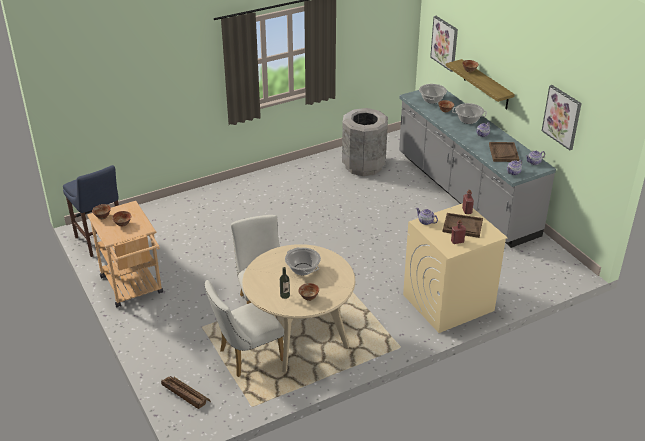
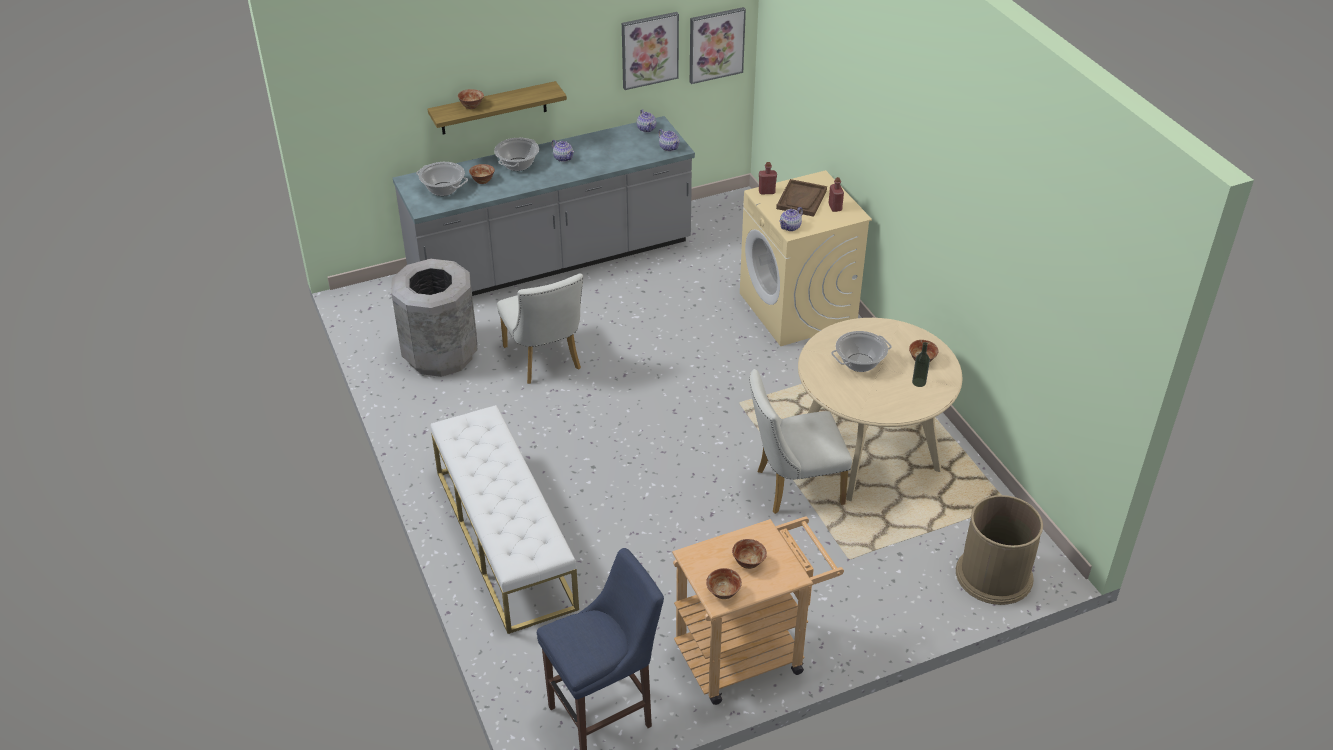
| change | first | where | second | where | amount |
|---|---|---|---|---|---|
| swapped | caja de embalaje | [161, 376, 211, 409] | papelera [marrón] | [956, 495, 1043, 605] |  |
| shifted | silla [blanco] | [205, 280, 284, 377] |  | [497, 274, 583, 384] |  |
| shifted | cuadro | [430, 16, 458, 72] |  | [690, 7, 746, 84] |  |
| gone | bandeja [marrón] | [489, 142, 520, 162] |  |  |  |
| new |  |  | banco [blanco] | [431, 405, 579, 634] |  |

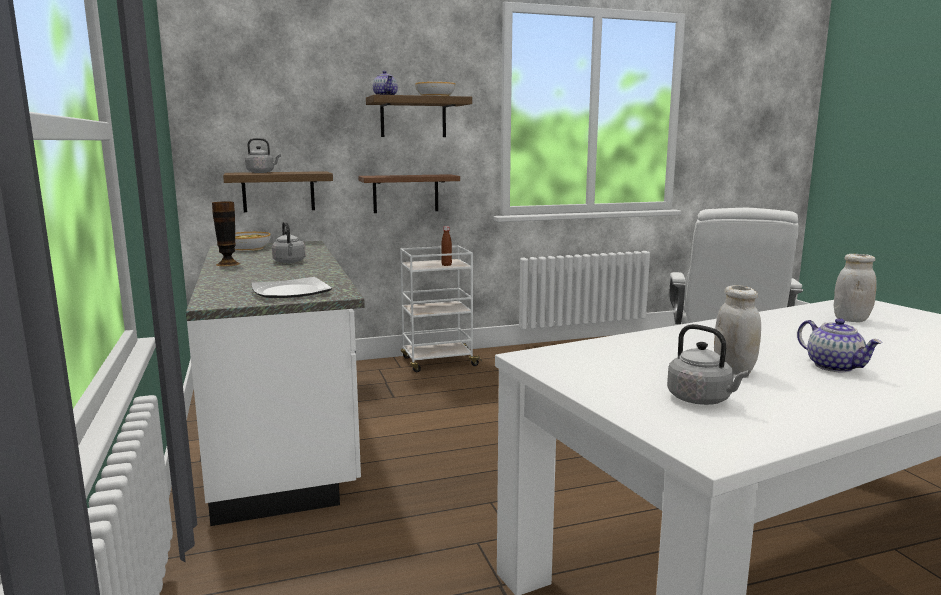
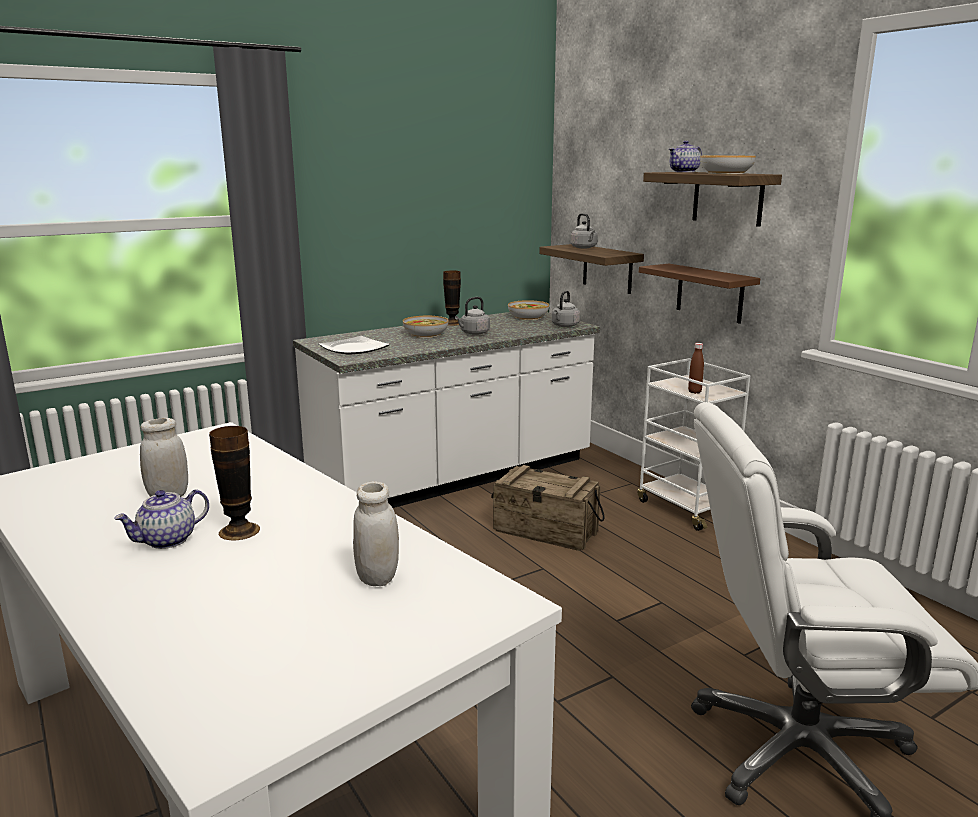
| change | first | where | second | where | amount |
|---|---|---|---|---|---|
| shifted | hervidor [gris] | [667, 324, 750, 405] |  | [552, 291, 580, 327] |  |
| new |  |  | florero | [209, 426, 260, 540] |  |
| new |  |  | cuenco | [403, 316, 448, 338] |  |
| new |  |  | caja de embalaje | [491, 465, 605, 551] |  |

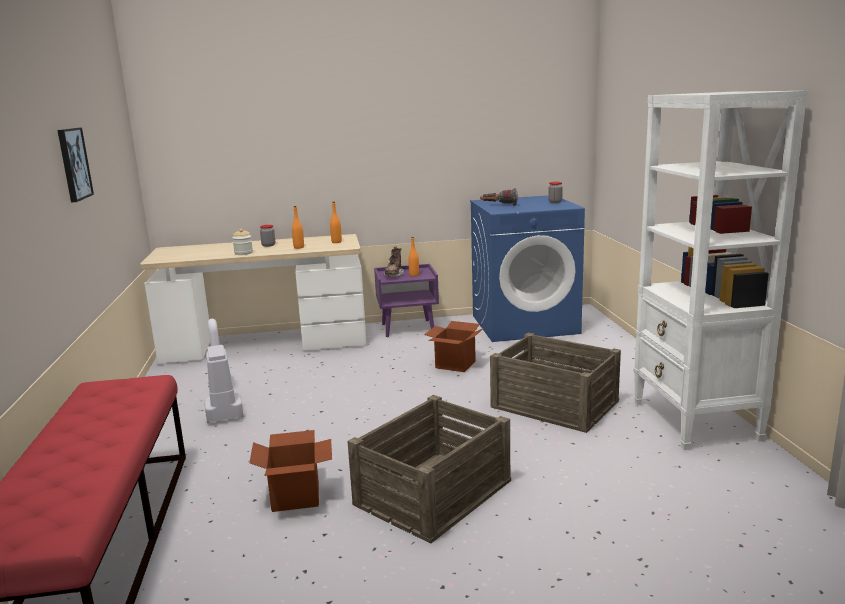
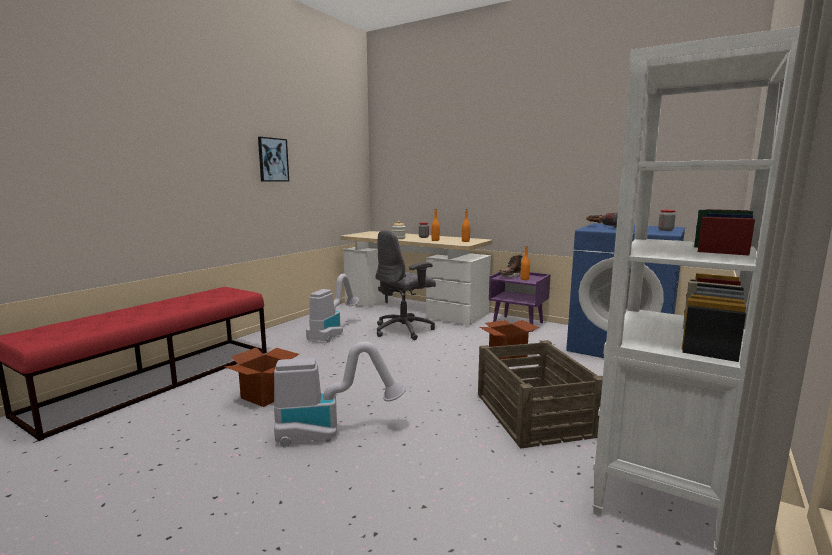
| change | first | where | second | where | amount |
|---|---|---|---|---|---|
| swapped | caja de embalaje | [348, 395, 511, 544] | aspiradora | [274, 342, 406, 448] |  |
| new |  |  | silla de oficina [gris] | [376, 230, 436, 340] |  |

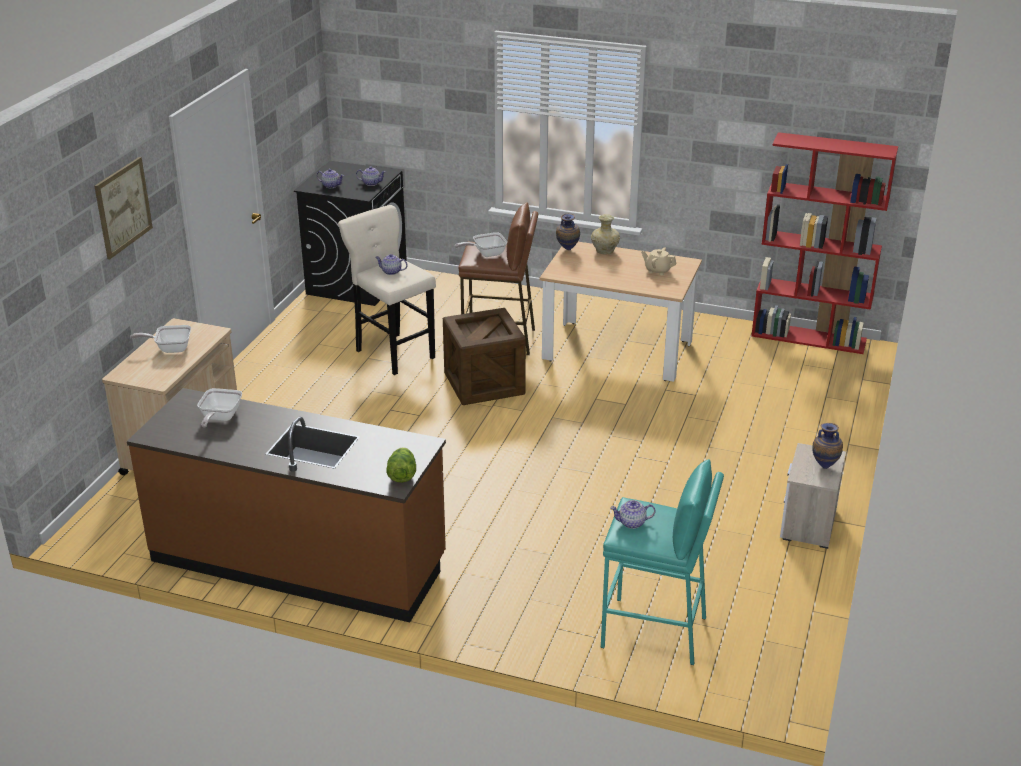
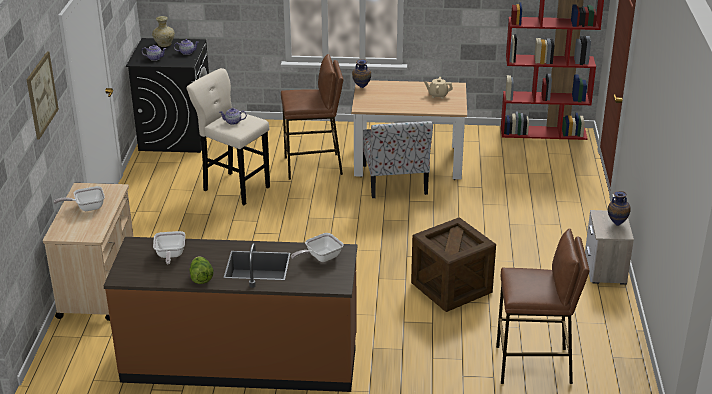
| change | first | where | second | where | amount |
|---|---|---|---|---|---|
| shifted | lechuga | [386, 447, 416, 483] |  | [190, 256, 213, 284] |  |
| shifted | caja de embalaje | [443, 308, 526, 405] |  | [411, 217, 496, 312] |  |
| shifted | sartén | [455, 232, 507, 257] |  | [291, 233, 343, 262] |  |
| shifted | florero [beis] | [591, 214, 620, 255] |  | [152, 16, 175, 47] |  |
| repainted | taburete [turquesa] | [601, 459, 724, 665] | taburete [marrón] | [496, 228, 590, 384] |  |
| gone | tetera | [610, 500, 656, 529] |  |  |  |
| new |  |  | silla | [363, 121, 433, 198] |  |

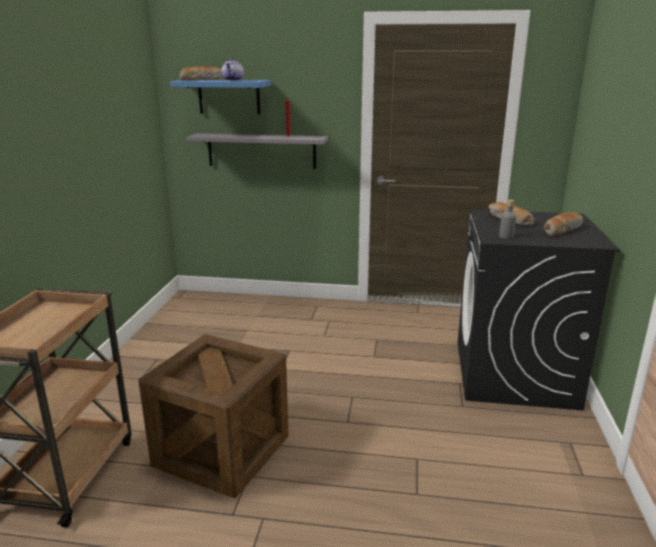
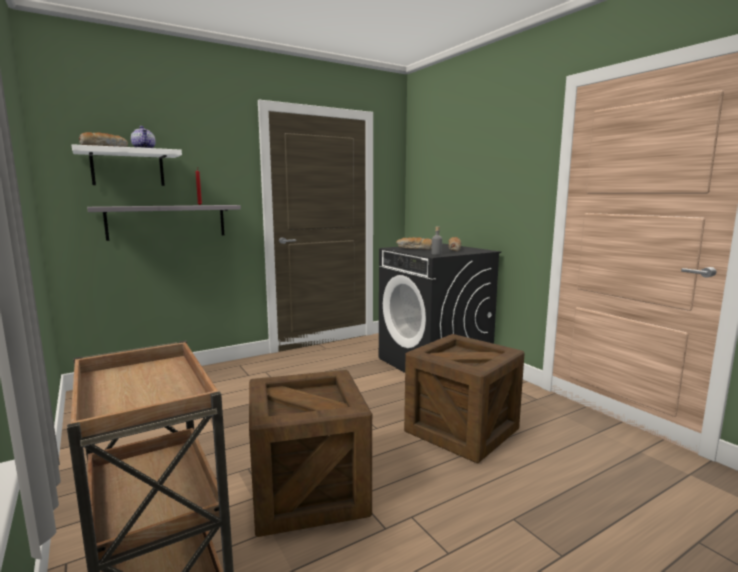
| change | first | where | second | where | amount |
|---|---|---|---|---|---|
| repainted | estante [azul] | [170, 80, 271, 115] | estante [blanco] | [72, 144, 182, 186] |  |
| new |  |  | caja de embalaje | [404, 334, 525, 464] |  |

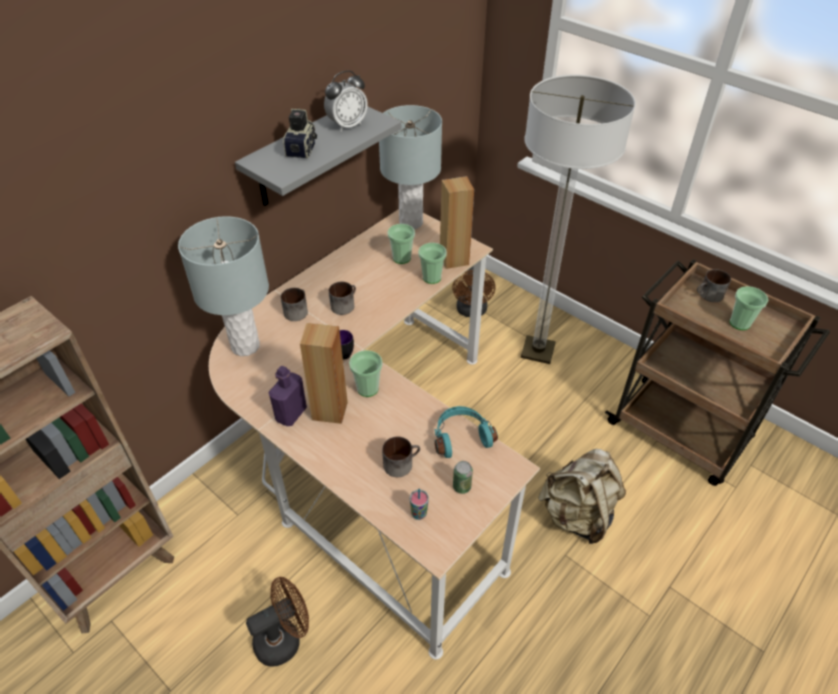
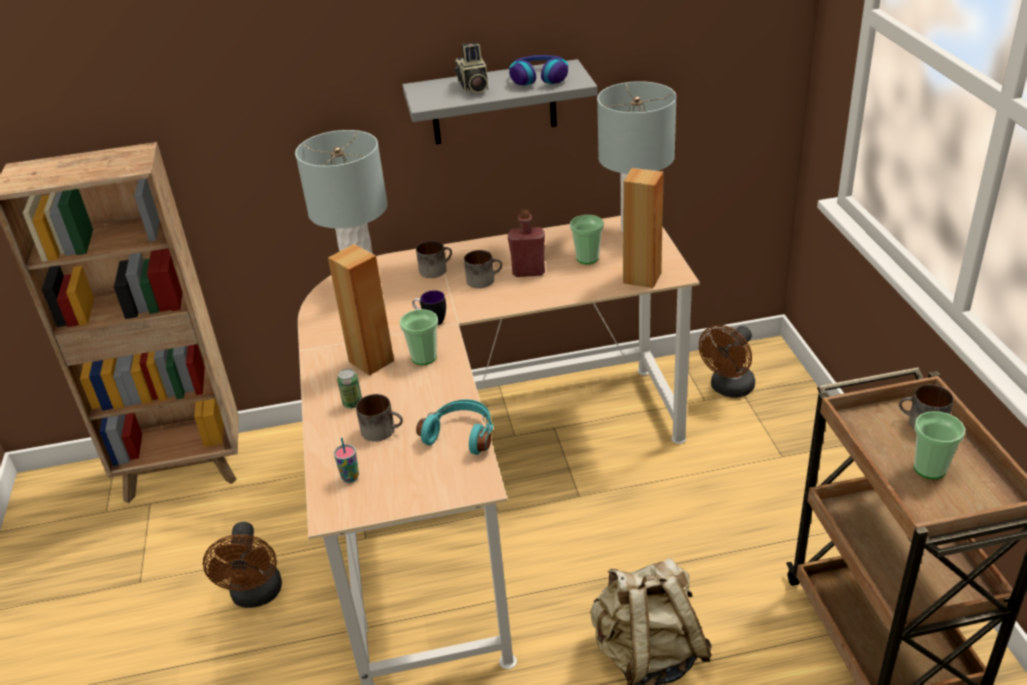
| change | first | where | second | where | amount |
|---|---|---|---|---|---|
| rotated | ventilador [marrón] | [246, 577, 309, 667] |  | [203, 522, 282, 608] | 75 degrees clockwise |
| gone | botella [morado] | [269, 366, 307, 426] |  |  |  |
| rotated | cámara | [283, 109, 317, 158] |  | [455, 42, 488, 93] | 120 degrees clockwise |
| swapped | despertador | [324, 70, 368, 132] | auriculares | [509, 55, 568, 86] |  |
| gone | taza | [418, 243, 447, 284] |  |  |  |
| shifted | lata | [453, 461, 473, 494] |  | [337, 369, 362, 408] |  |
| gone | lámpara de pie | [521, 74, 636, 364] |  |  |  |
| new |  |  | botella [rojo] | [508, 210, 545, 277] |  |

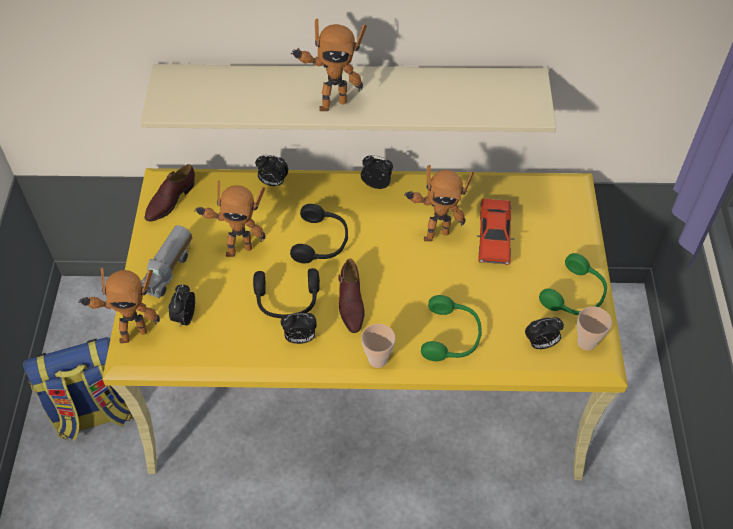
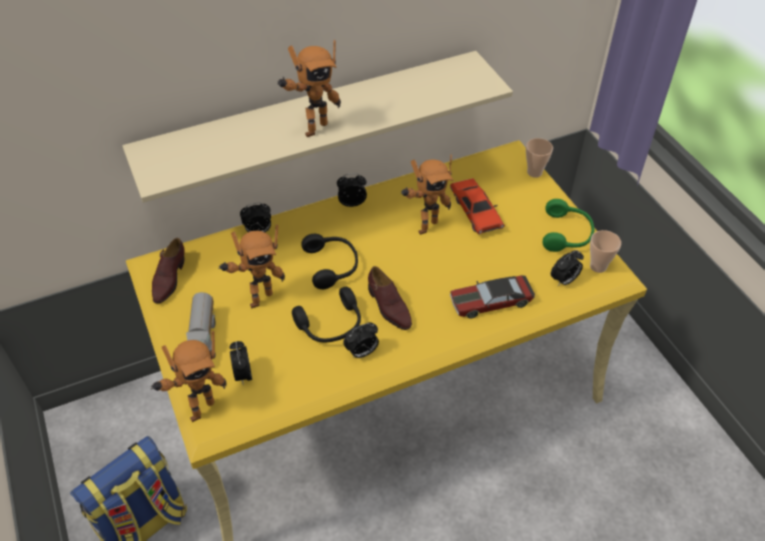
| change | first | where | second | where | amount |
|---|---|---|---|---|---|
| shifted | taza | [361, 324, 395, 368] |  | [526, 138, 553, 178] |  |
| swapped | auriculares [verde] | [421, 295, 482, 361] | coche de juguete | [450, 275, 535, 319] |  |

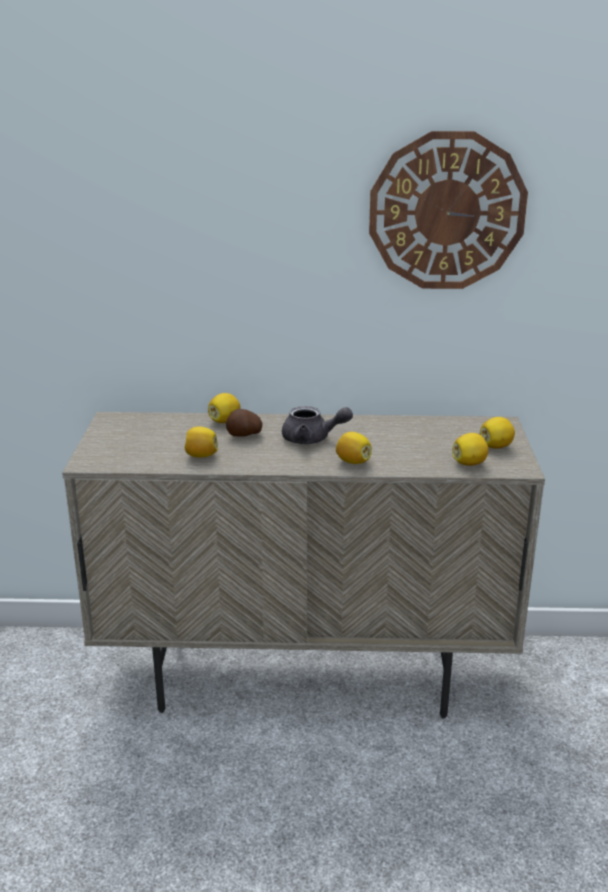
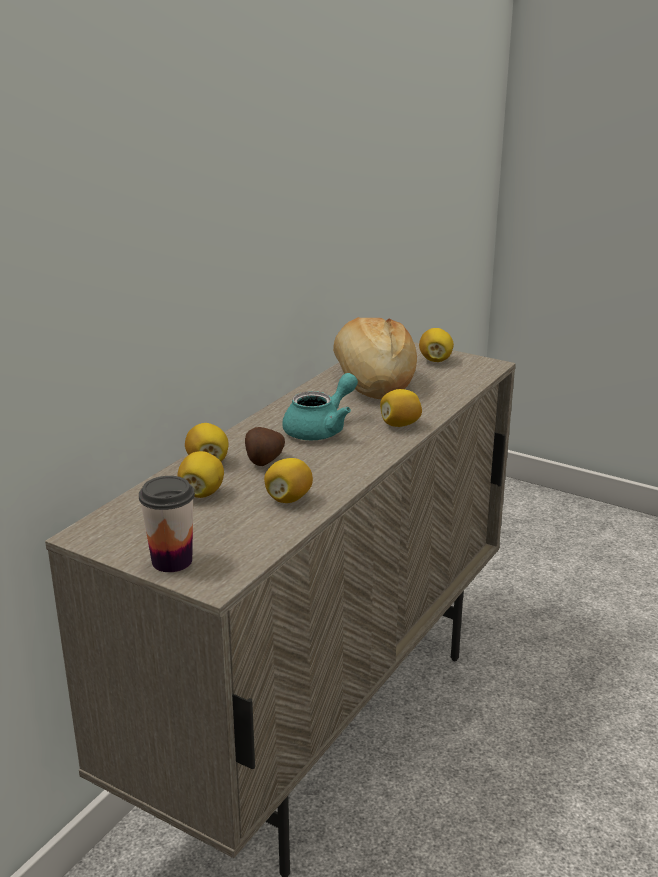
| change | first | where | second | where | amount |
|---|---|---|---|---|---|
| repainted | tetera [gris] | [282, 406, 353, 444] | tetera [turquesa] | [282, 373, 358, 440] |  |
| gone | reloj de pared | [369, 131, 528, 289] |  |  |  |
| shifted | limón | [452, 433, 488, 466] |  | [178, 451, 224, 498] |  |
| new |  |  | taza | [139, 476, 195, 572] |  |
| new |  |  | pan | [333, 317, 417, 399] |  |

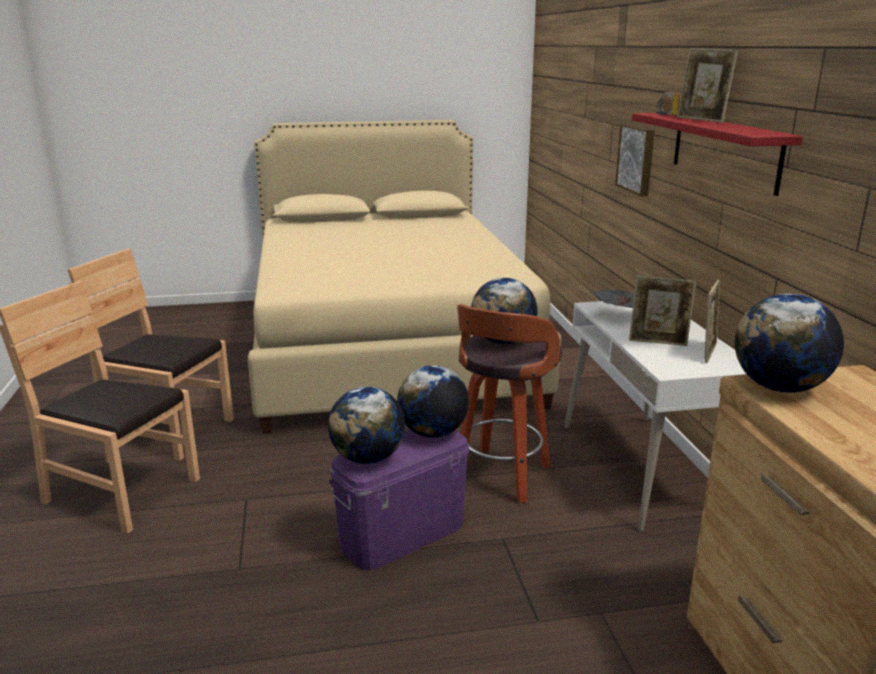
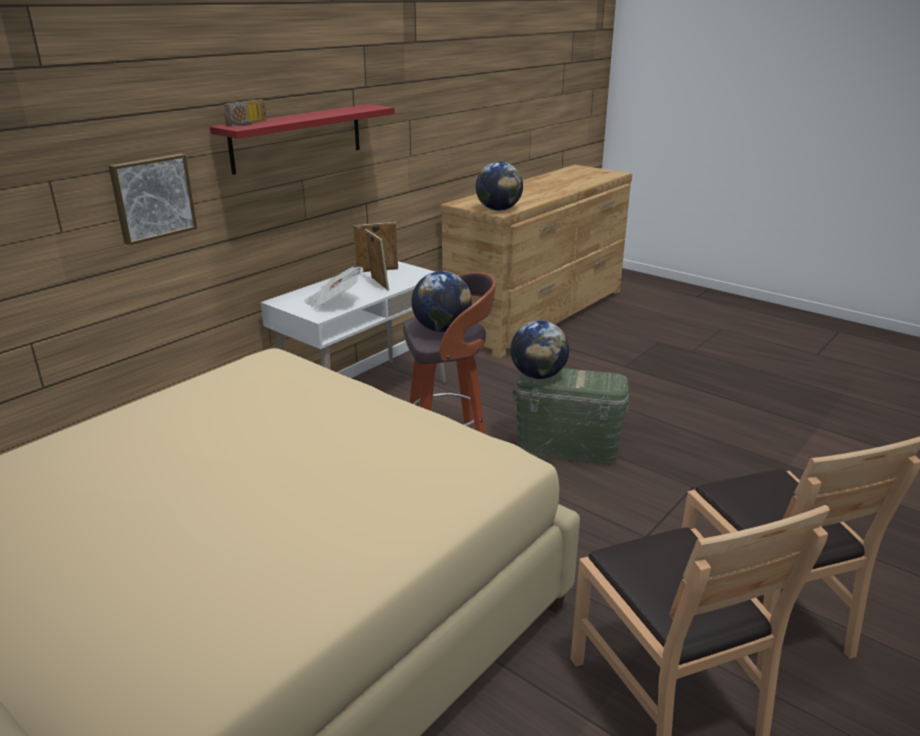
| change | first | where | second | where | amount |
|---|---|---|---|---|---|
| gone | globo terráqueo | [328, 387, 405, 464] |  |  |  |
| repainted | caja de almacenaje [morado] | [329, 429, 470, 571] | caja de almacenaje [verde] | [513, 368, 631, 465] |  |
| gone | portarretratos | [677, 48, 738, 123] |  |  |  |

